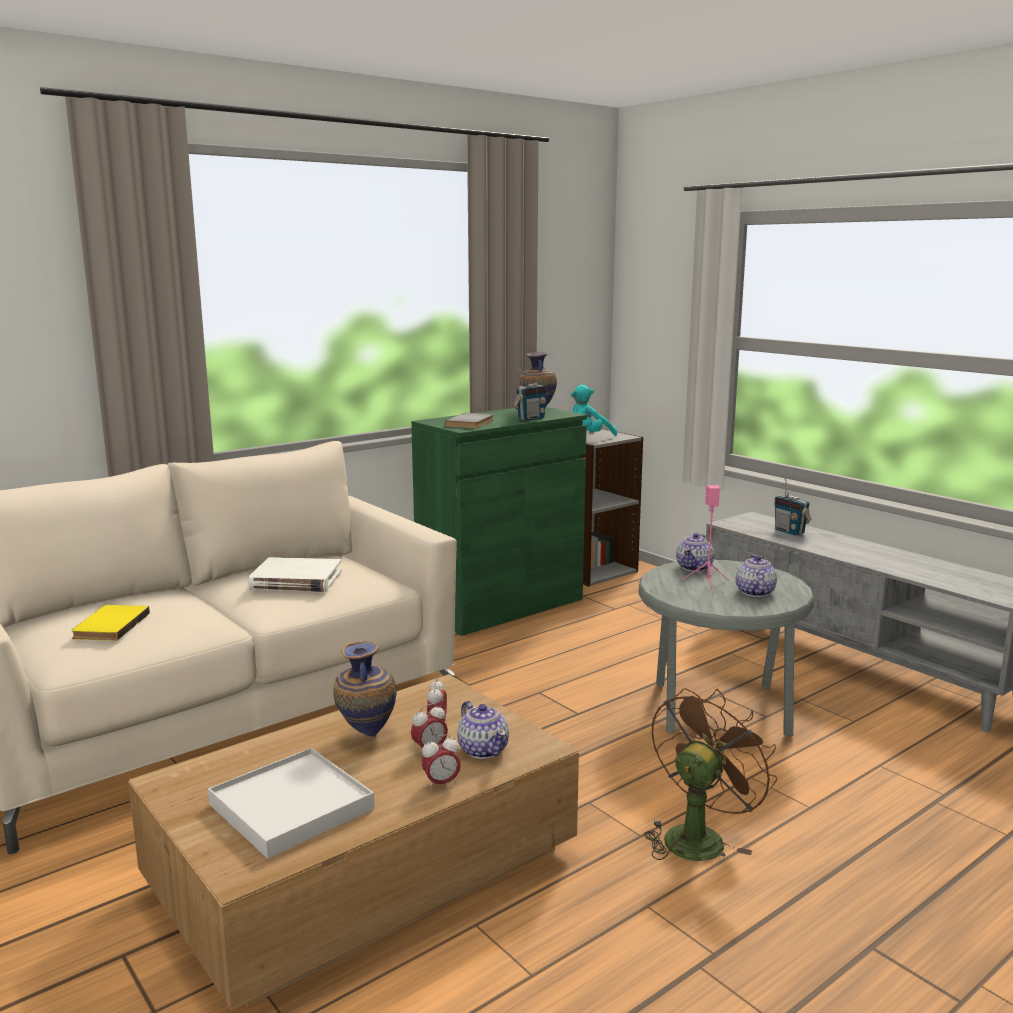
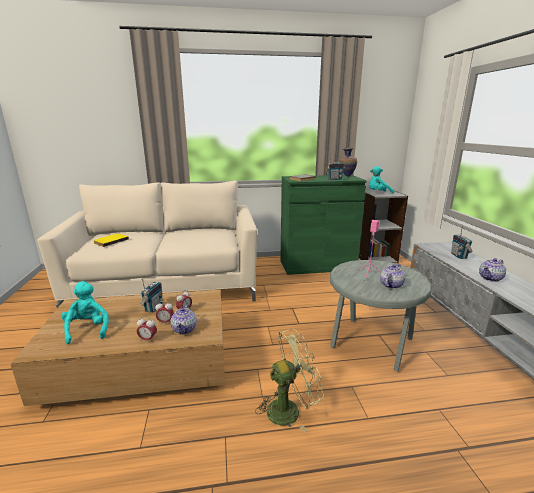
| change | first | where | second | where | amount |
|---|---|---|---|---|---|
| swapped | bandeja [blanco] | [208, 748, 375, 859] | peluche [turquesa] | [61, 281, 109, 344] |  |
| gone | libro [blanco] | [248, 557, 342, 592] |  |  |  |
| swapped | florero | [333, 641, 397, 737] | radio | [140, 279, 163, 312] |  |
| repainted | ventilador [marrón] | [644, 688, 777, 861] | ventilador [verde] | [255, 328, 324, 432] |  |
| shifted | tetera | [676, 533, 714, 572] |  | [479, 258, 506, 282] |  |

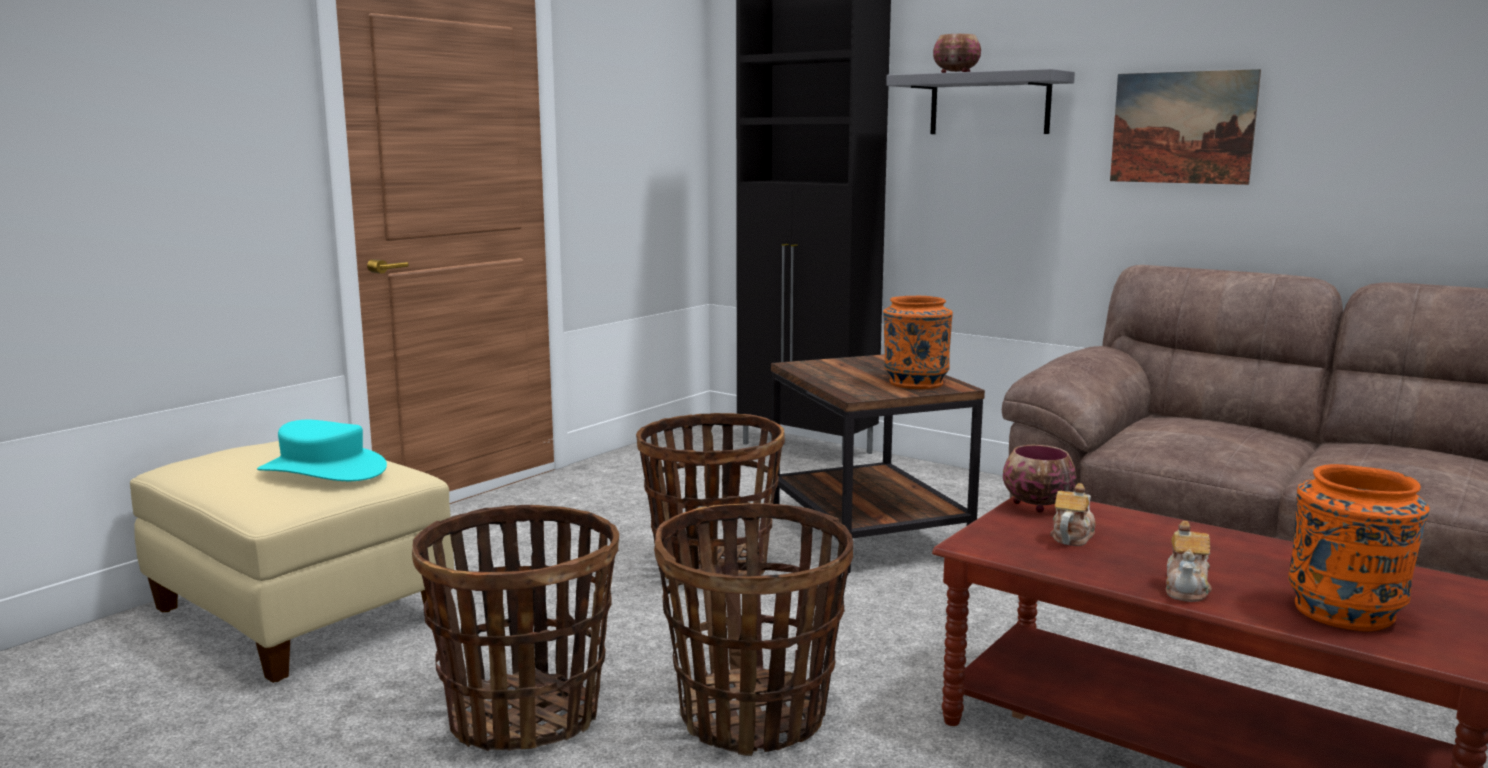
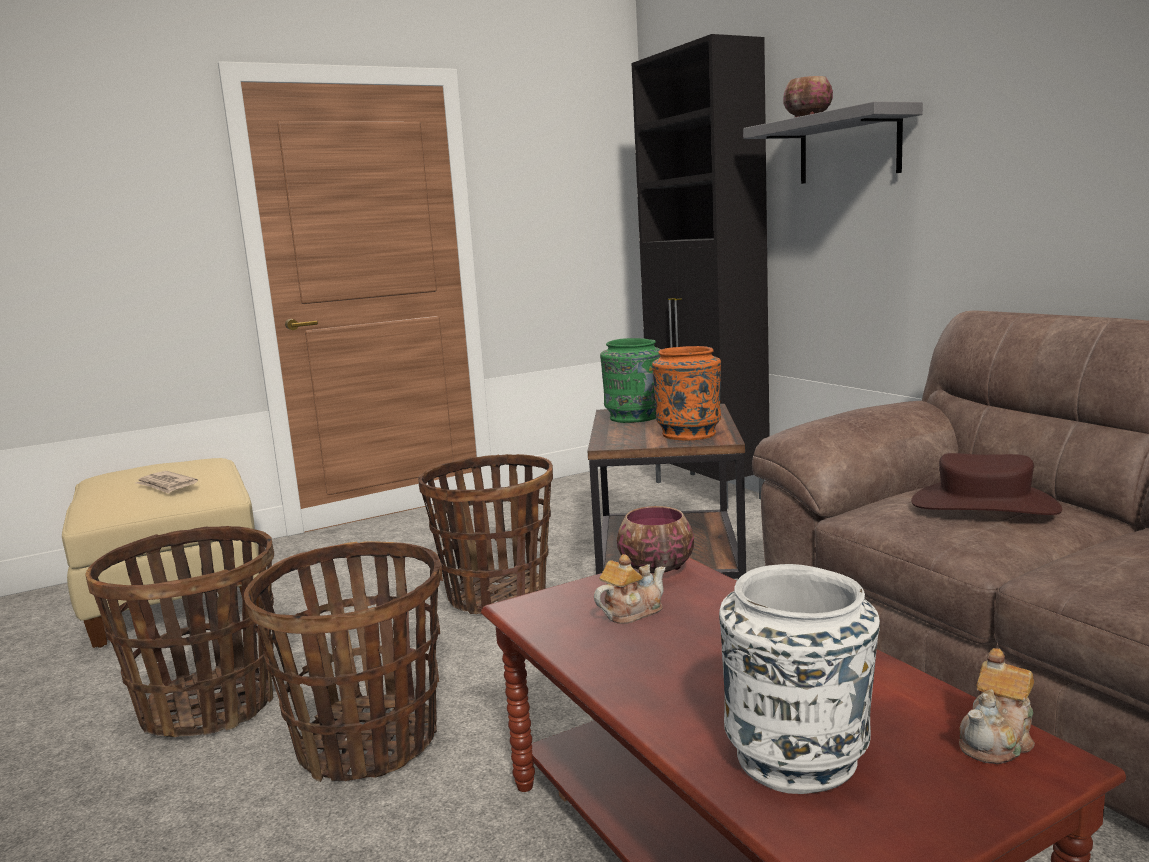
| change | first | where | second | where | amount |
|---|---|---|---|---|---|
| swapped | sombrero [turquesa] | [257, 420, 387, 481] | periódico | [135, 471, 198, 494] |  |
| gone | cuadro | [1110, 69, 1261, 185] |  |  |  |
| shifted | tetera | [1166, 521, 1211, 602] |  | [959, 648, 1035, 764] |  |
| repainted | florero [naranja] | [1288, 464, 1429, 631] | florero [blanco] | [719, 564, 880, 794] |  |
| new |  |  | florero [verde] | [600, 338, 661, 423] |  |
| new |  |  | sombrero [marrón] | [911, 453, 1062, 515] |  |

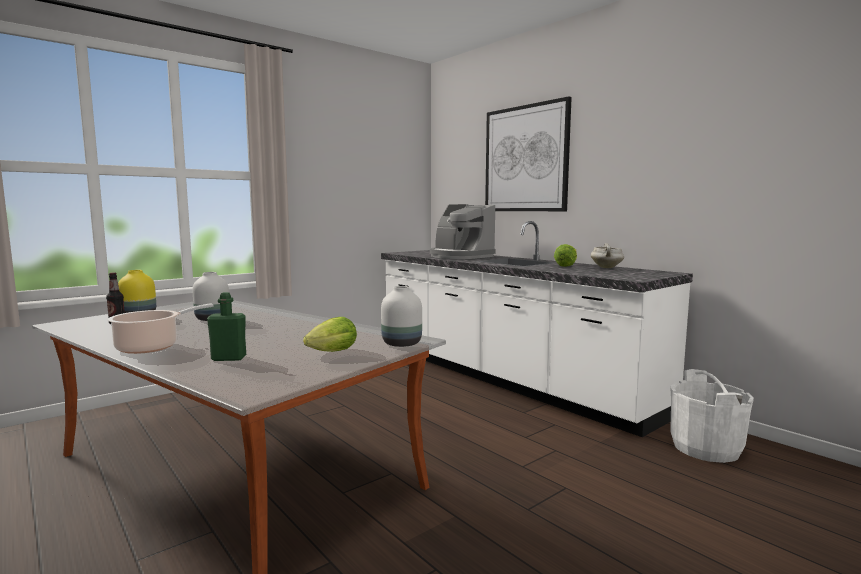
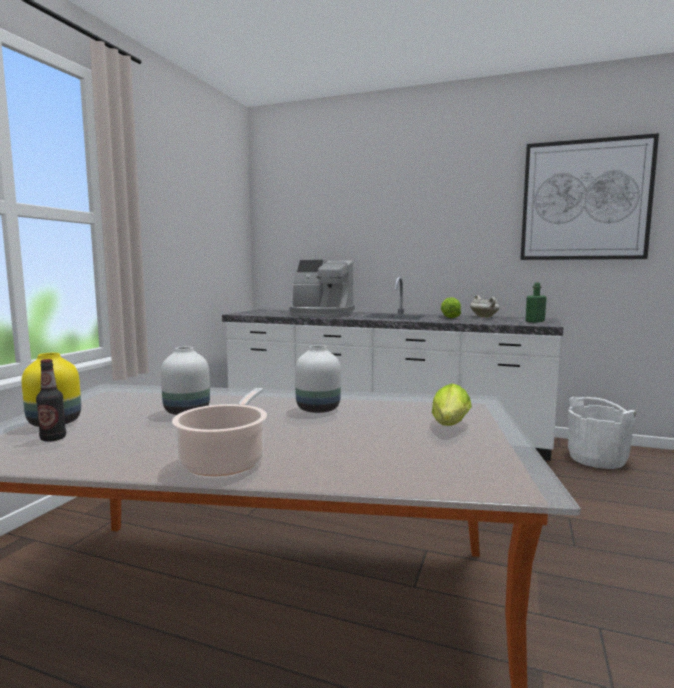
| change | first | where | second | where | amount |
|---|---|---|---|---|---|
| shifted | botella [verde] | [207, 292, 246, 361] |  | [526, 283, 547, 323] |  |
| shifted | florero [blanco] | [381, 286, 422, 347] |  | [295, 345, 341, 413] |  |
| shifted | cuadro | [485, 96, 572, 211] |  | [520, 133, 659, 260] |  |

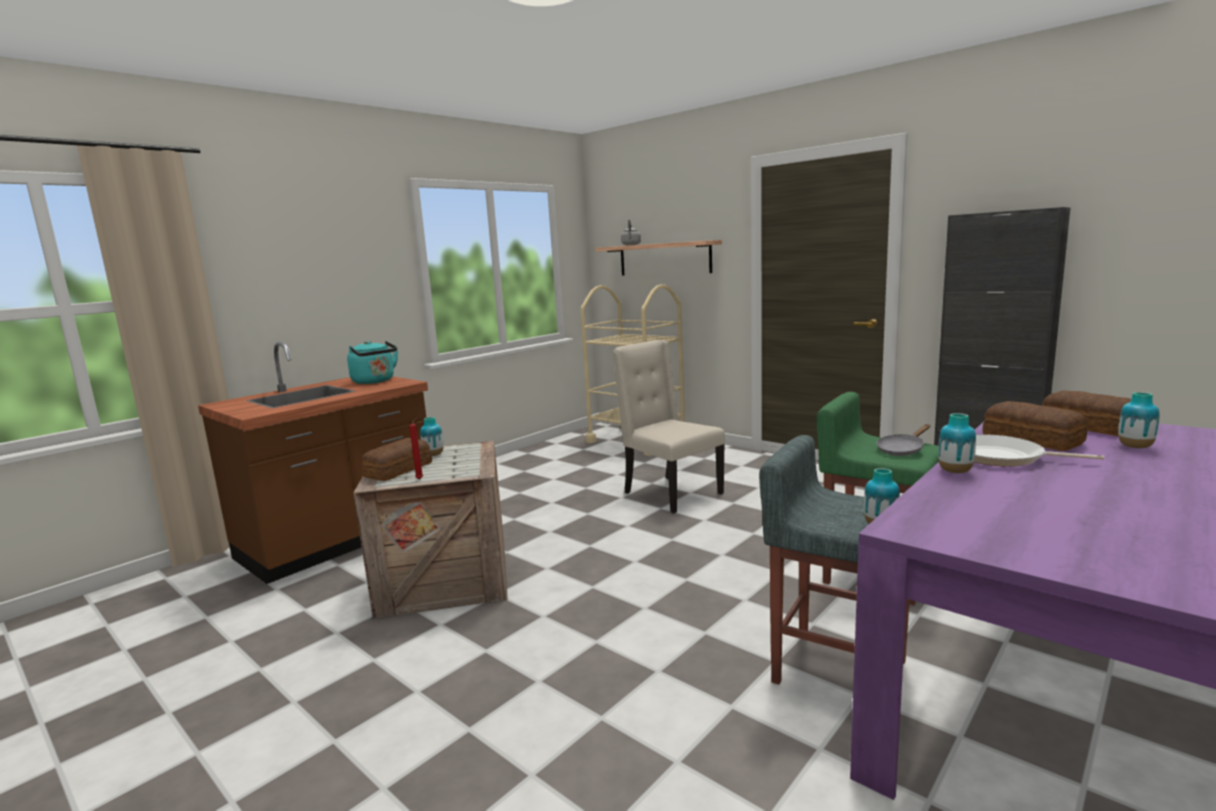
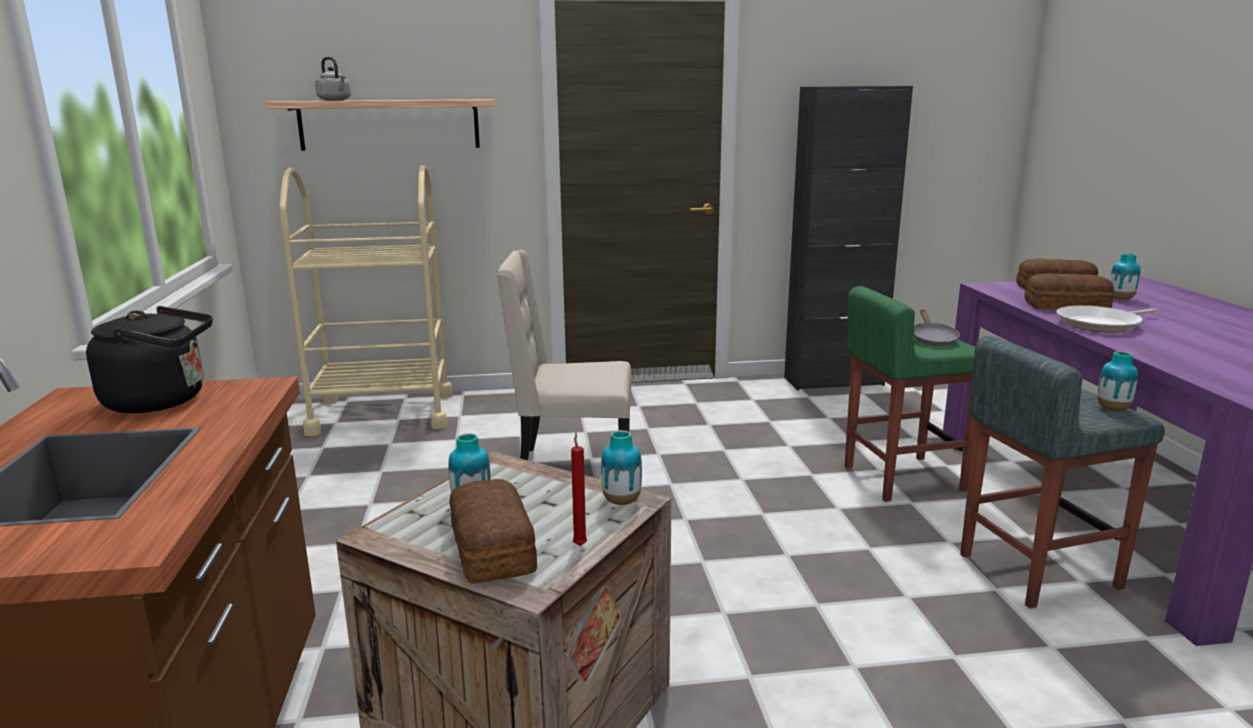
| change | first | where | second | where | amount |
|---|---|---|---|---|---|
| repainted | hervidor [turquesa] | [347, 341, 398, 384] | hervidor [negro] | [86, 306, 213, 413] |  |
| shifted | florero | [938, 413, 976, 473] |  | [601, 430, 642, 505] |  |

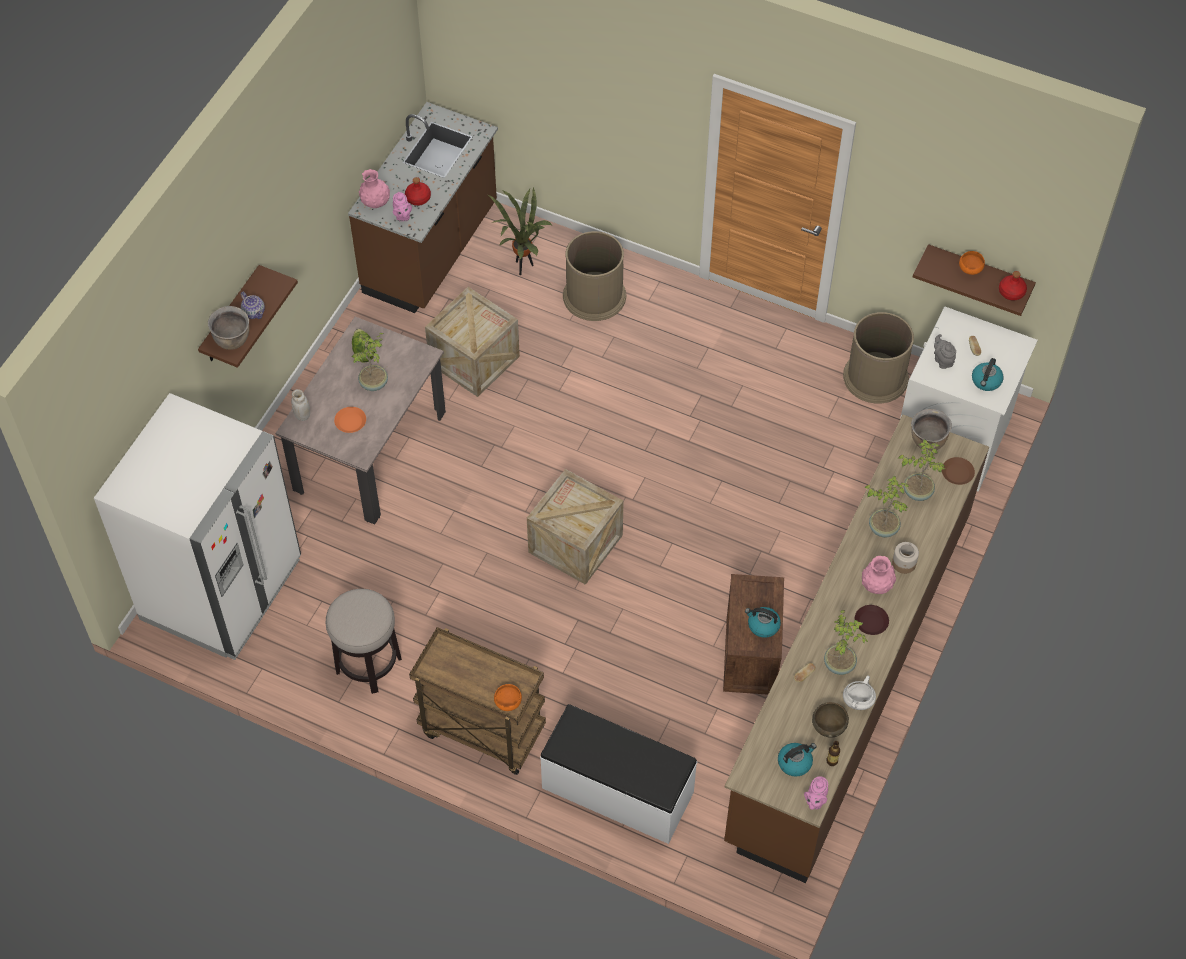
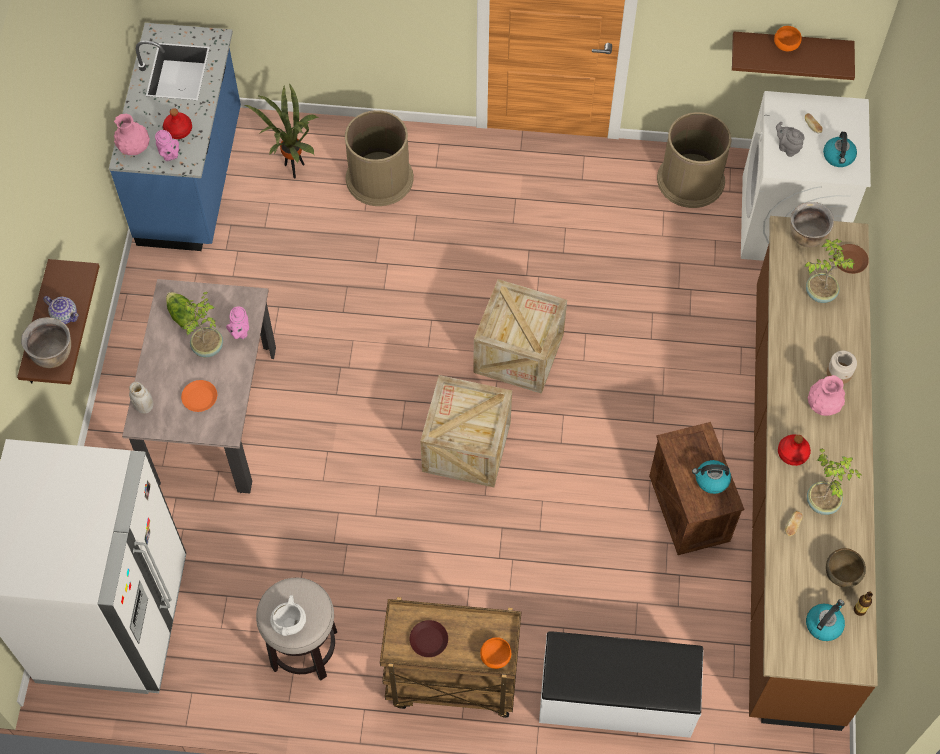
| change | first | where | second | where | amount |
|---|---|---|---|---|---|
| repainted | mueble bajo de cocina [marrón] | [348, 102, 498, 313] | mueble bajo de cocina [azul] | [109, 23, 241, 251] |  |
| shifted | caja de embalaje | [425, 287, 520, 397] |  | [473, 279, 567, 394] |  |
| shifted | tetera [rosa] | [804, 776, 828, 810] |  | [226, 306, 249, 339] |  |
| shifted | olla [blanco] | [843, 675, 876, 710] |  | [270, 595, 306, 636] |  |
| shifted | plato [marrón] | [855, 605, 889, 635] |  | [410, 620, 448, 657] |  |
| gone | planta en maceta | [864, 476, 909, 538] |  |  |  |
| shifted | botella [rojo] | [999, 271, 1027, 301] |  | [778, 435, 811, 466] |  |

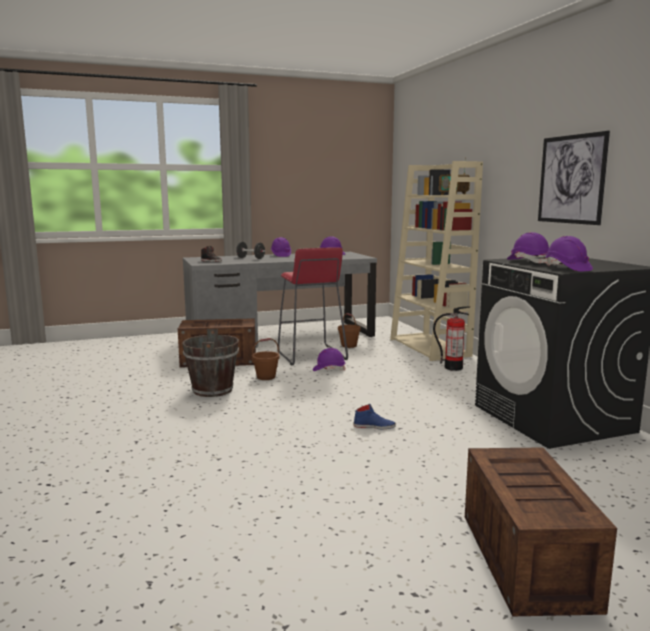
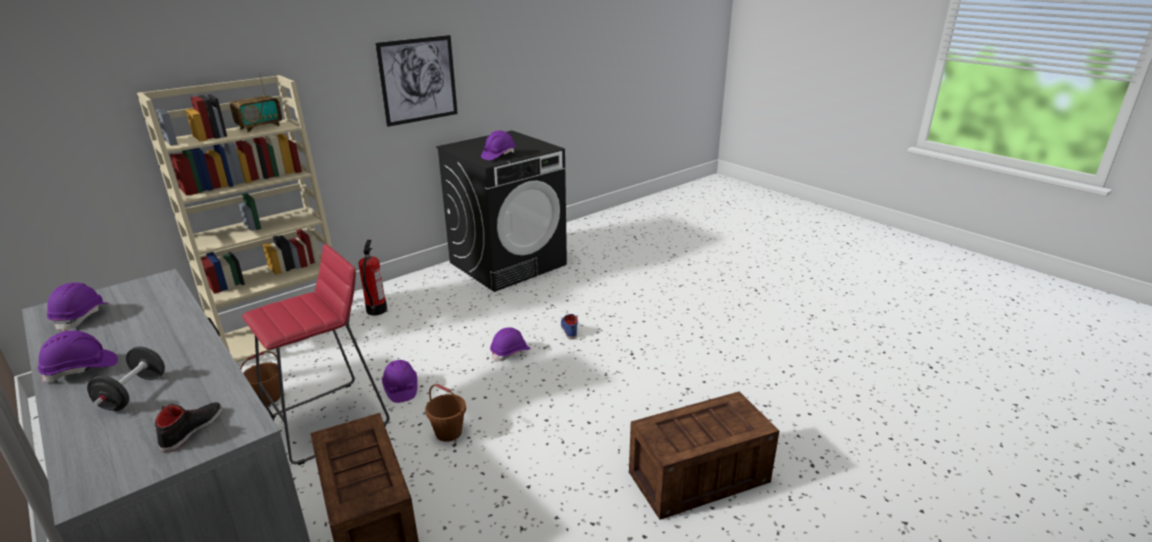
| change | first | where | second | where | amount |
|---|---|---|---|---|---|
| gone | cubo [marrón] | [182, 329, 239, 397] |  |  |  |
| shifted | caja de embalaje | [465, 447, 617, 616] |  | [629, 391, 779, 520] |  |
| shifted | casco [morado] | [545, 236, 593, 271] |  | [490, 327, 530, 362] |  |

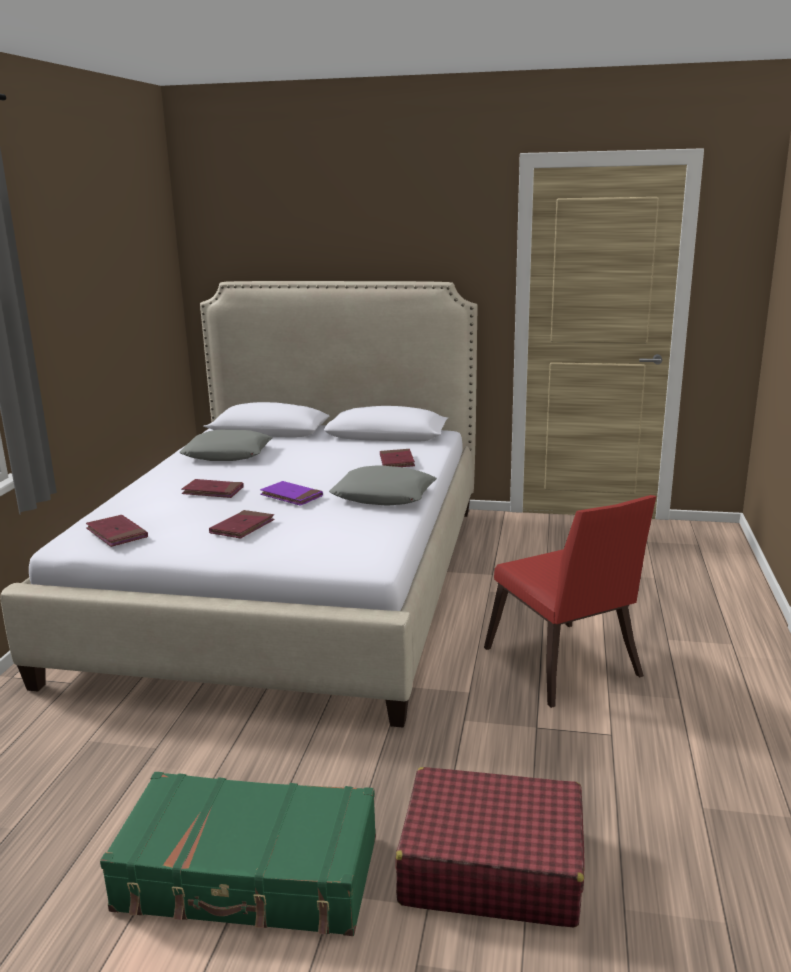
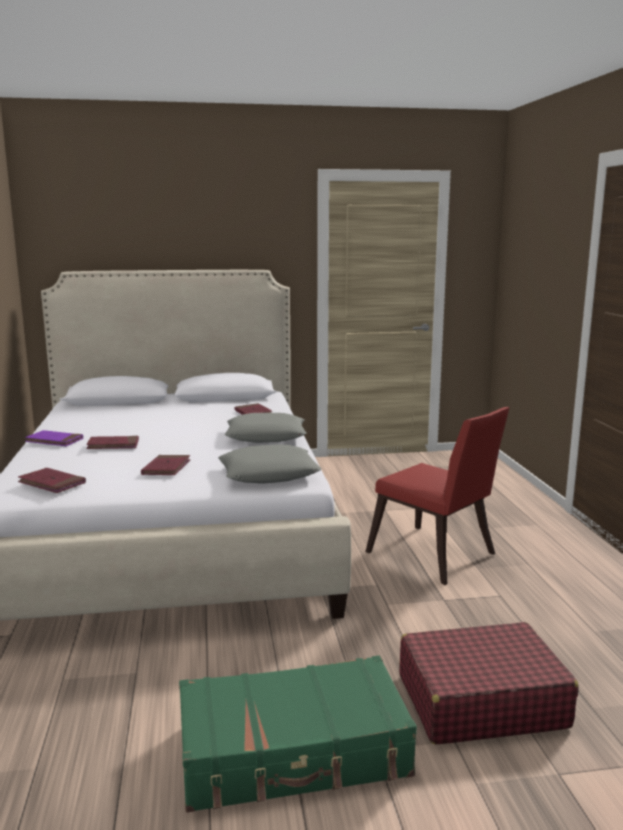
| change | first | where | second | where | amount |
|---|---|---|---|---|---|
| shifted | cojín [gris] | [179, 429, 273, 461] |  | [218, 445, 322, 484] |  |
| shifted | libro [morado] | [260, 481, 323, 506] |  | [25, 430, 83, 446] |  |

